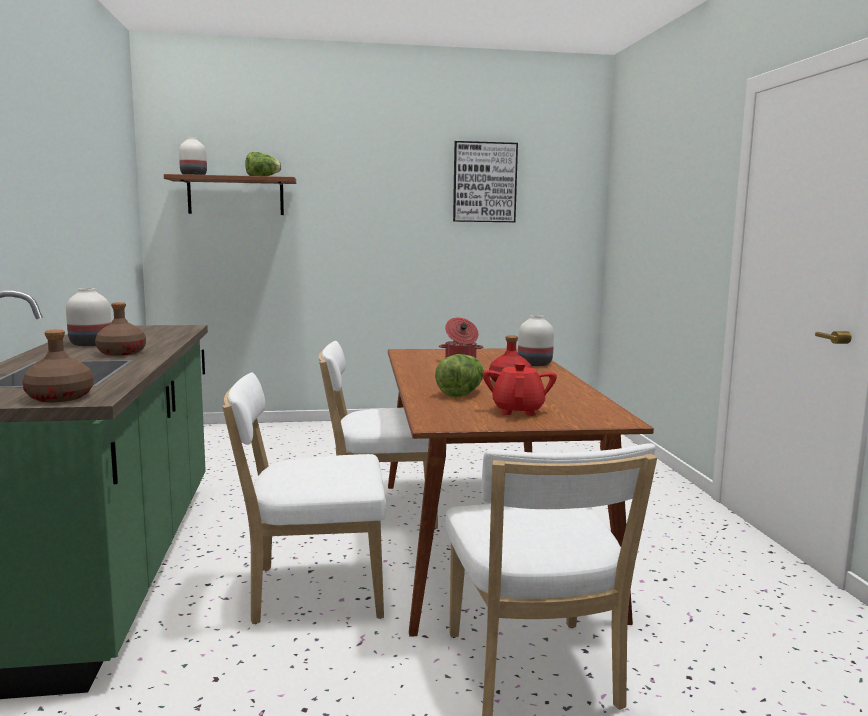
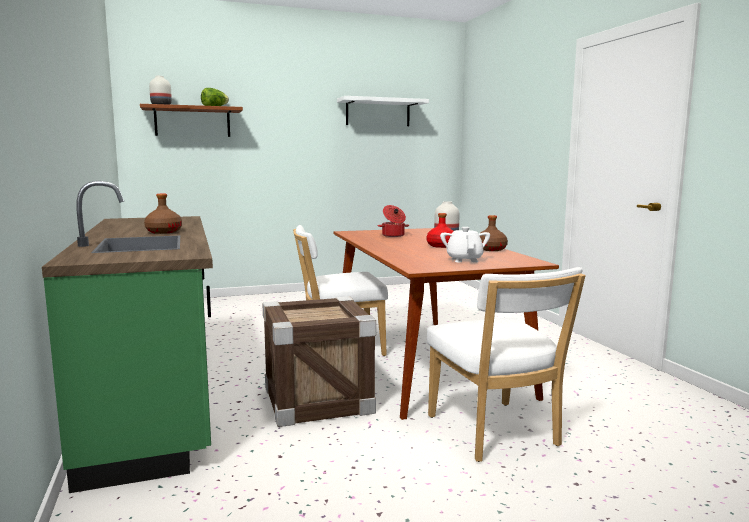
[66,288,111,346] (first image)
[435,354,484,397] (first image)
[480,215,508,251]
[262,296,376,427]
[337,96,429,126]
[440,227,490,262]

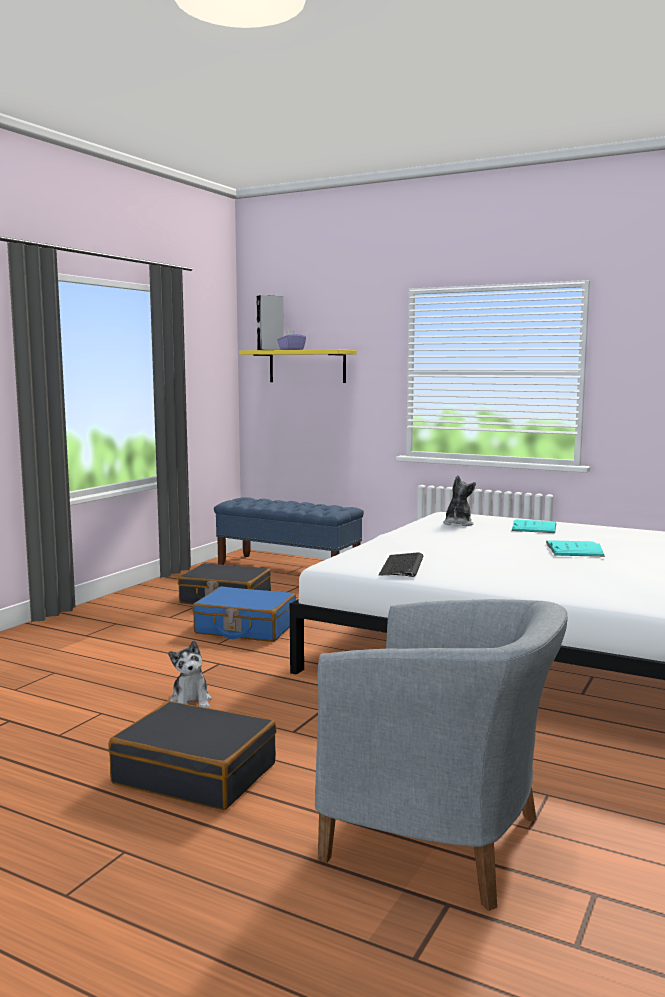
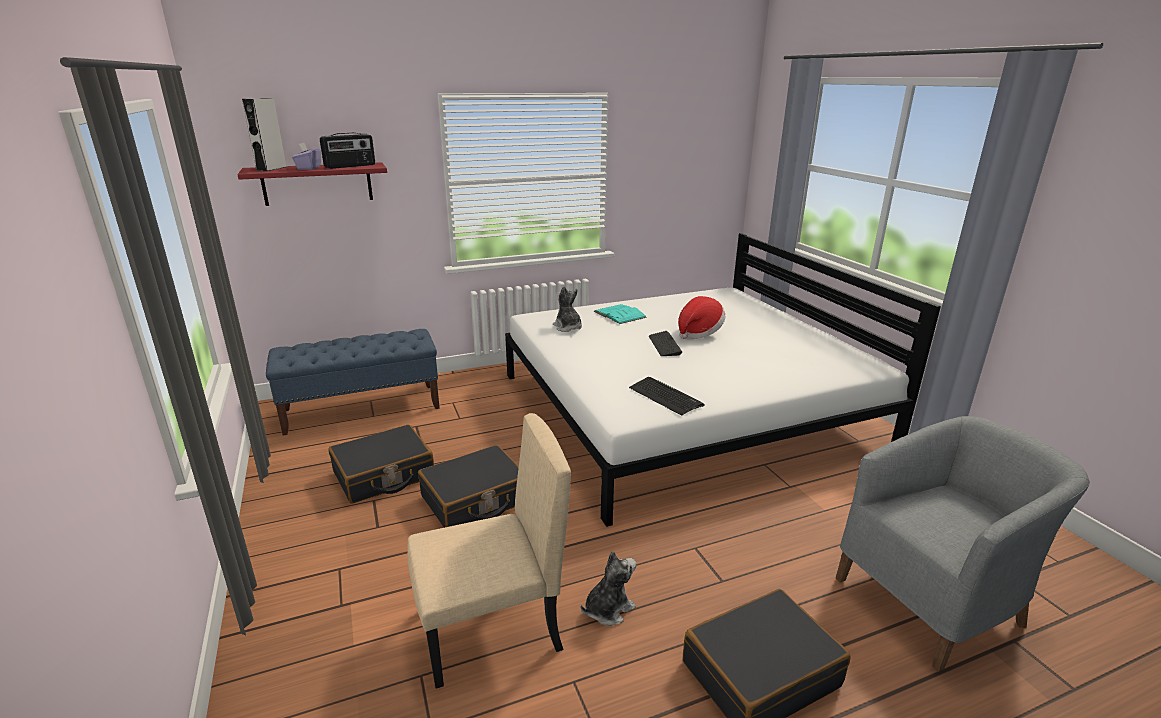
[320,133,375,169]
[407,413,571,689]
[649,331,682,356]
[678,296,725,339]
[418,445,519,528]
[237,162,387,206]
[581,551,636,626]

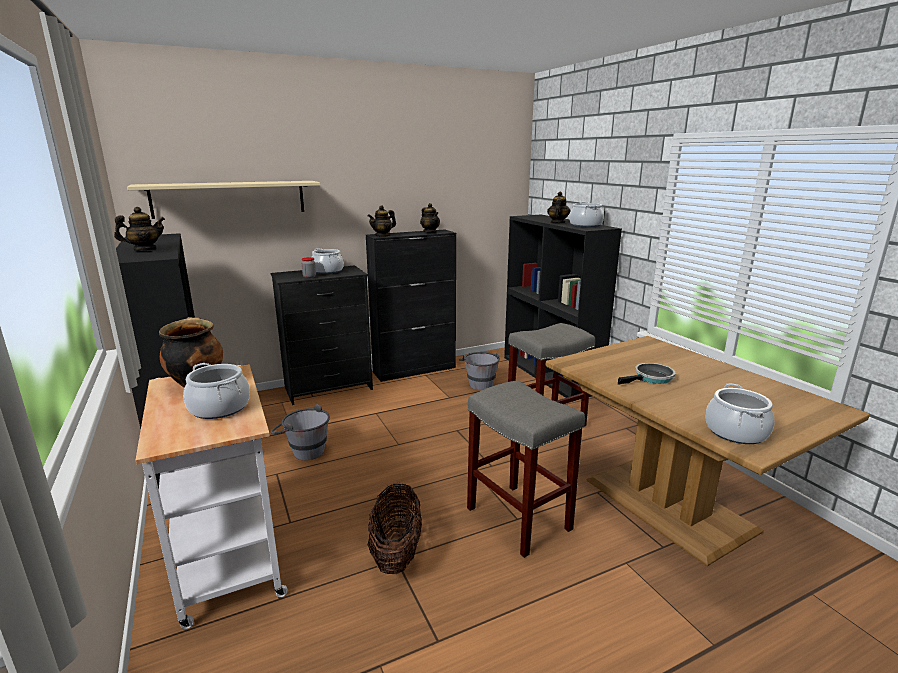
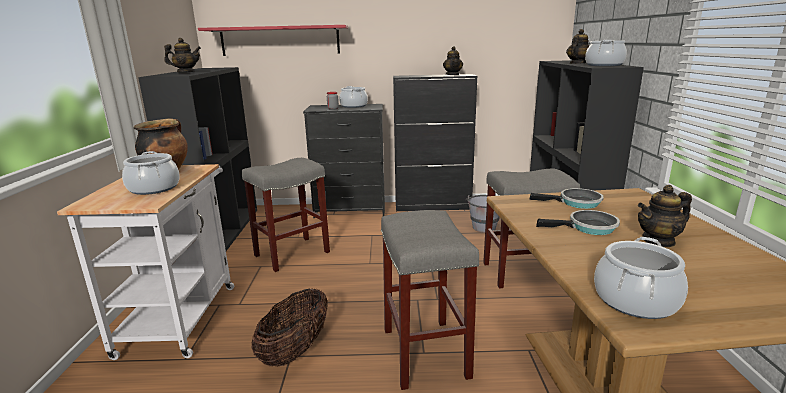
[529,188,604,209]
[638,185,692,247]
[242,158,330,272]
[198,25,348,56]

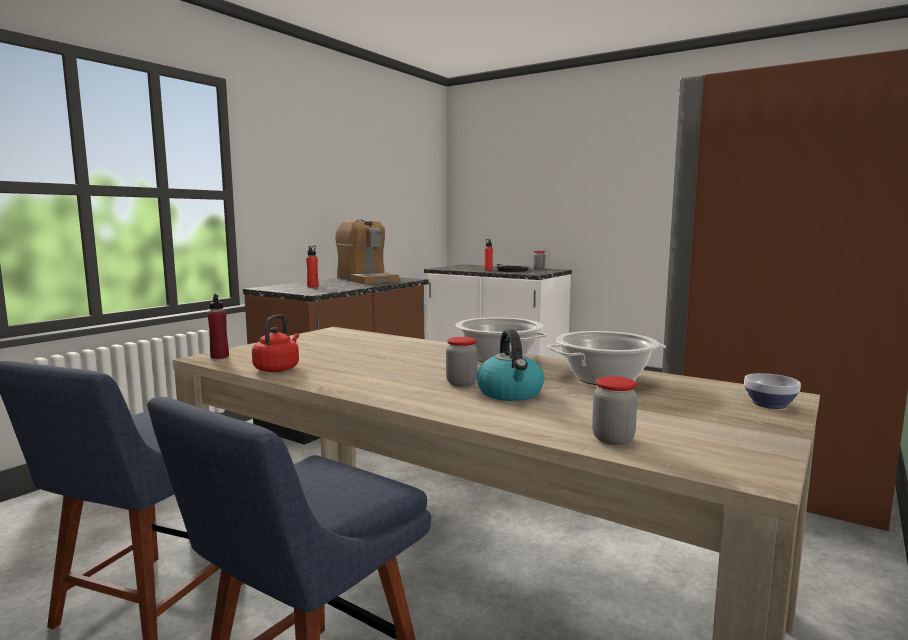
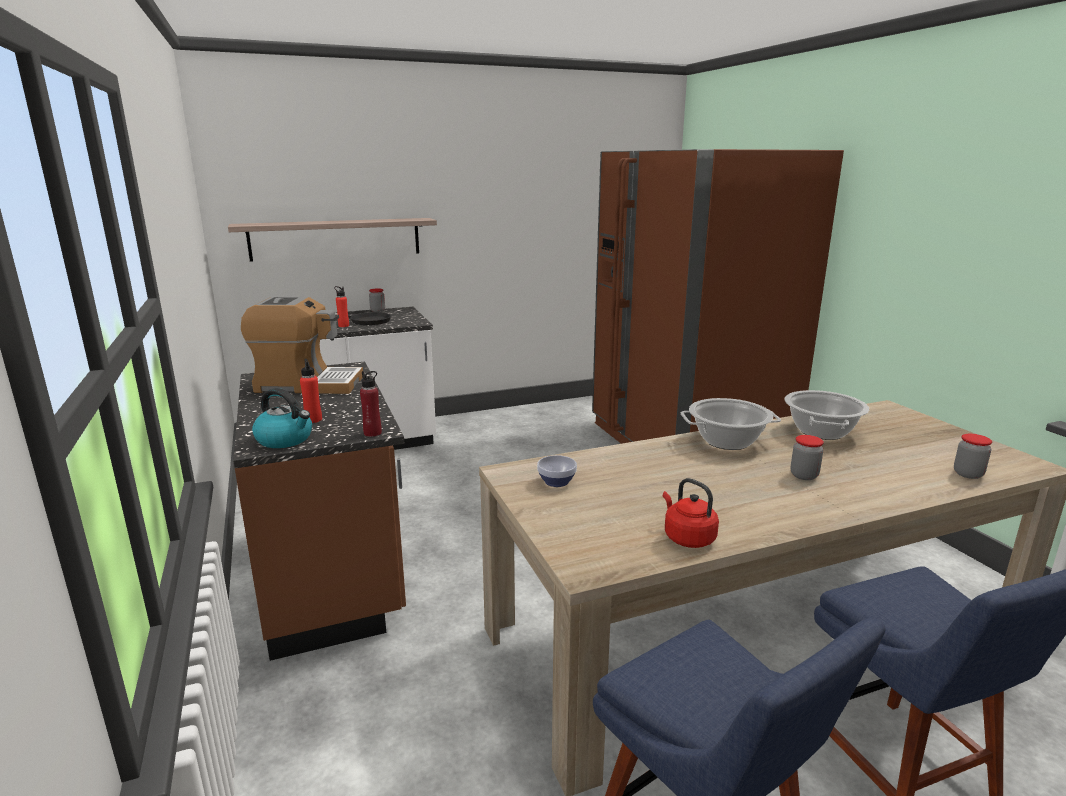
[228,218,437,262]
[360,371,382,437]
[252,388,312,448]
[537,455,577,487]

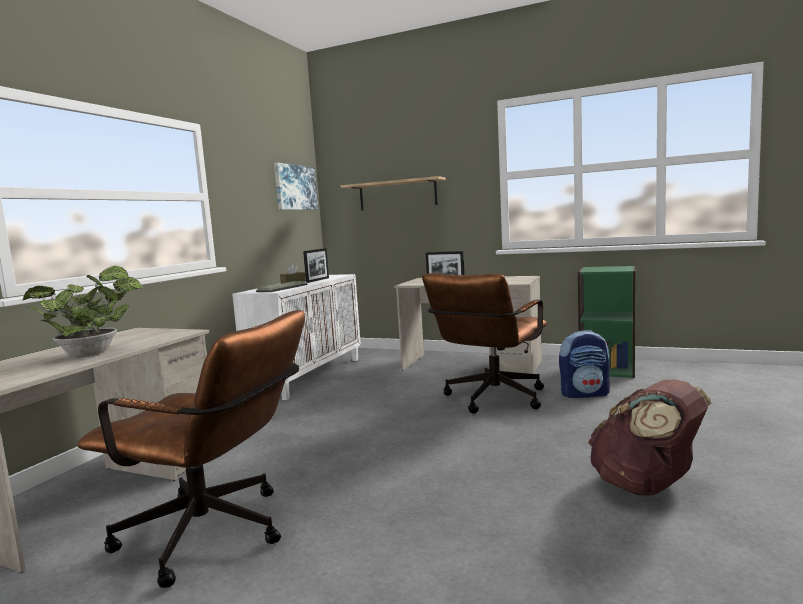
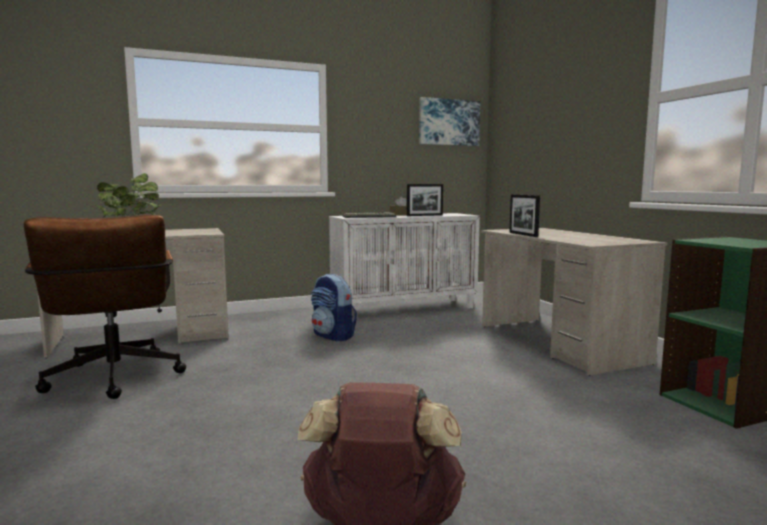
[341,176,446,210] (first image)
[422,273,547,414] (first image)
[311,274,357,342]

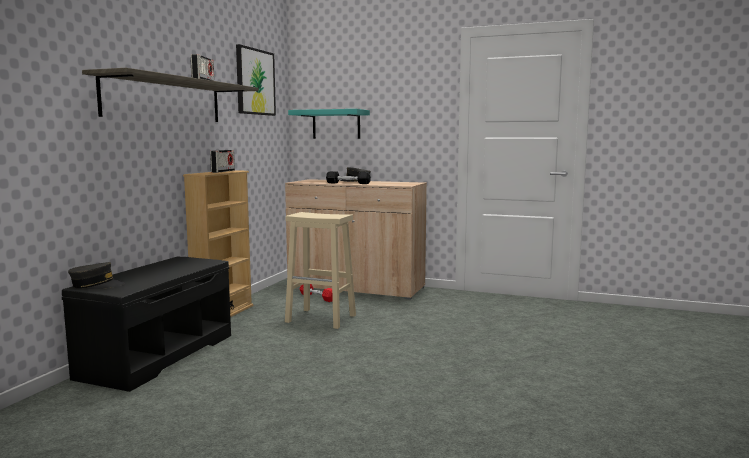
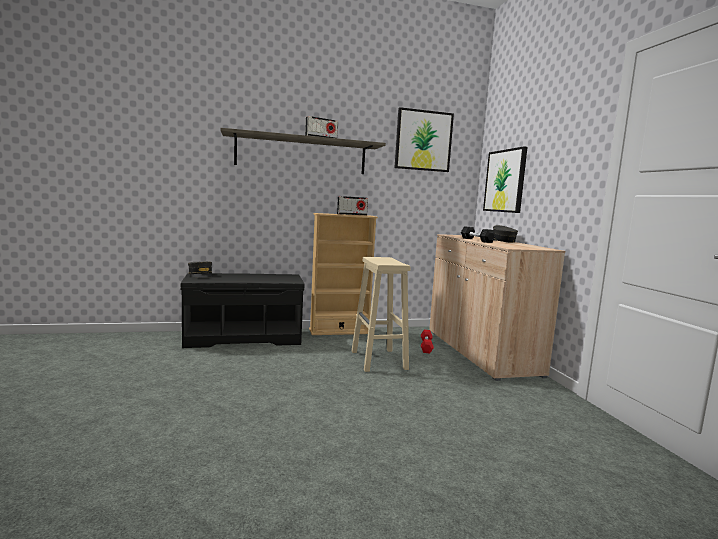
[483,146,527,213]

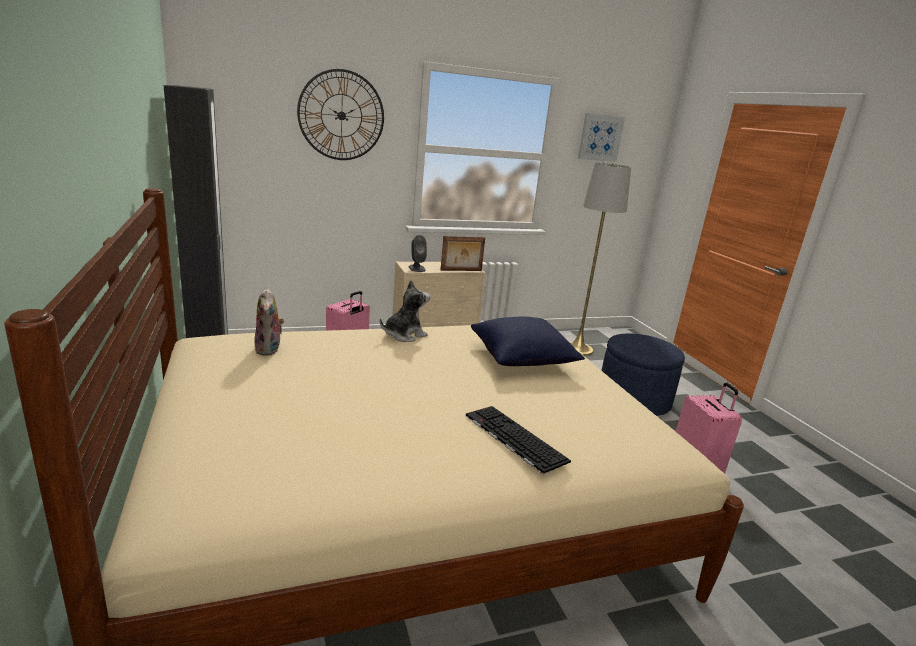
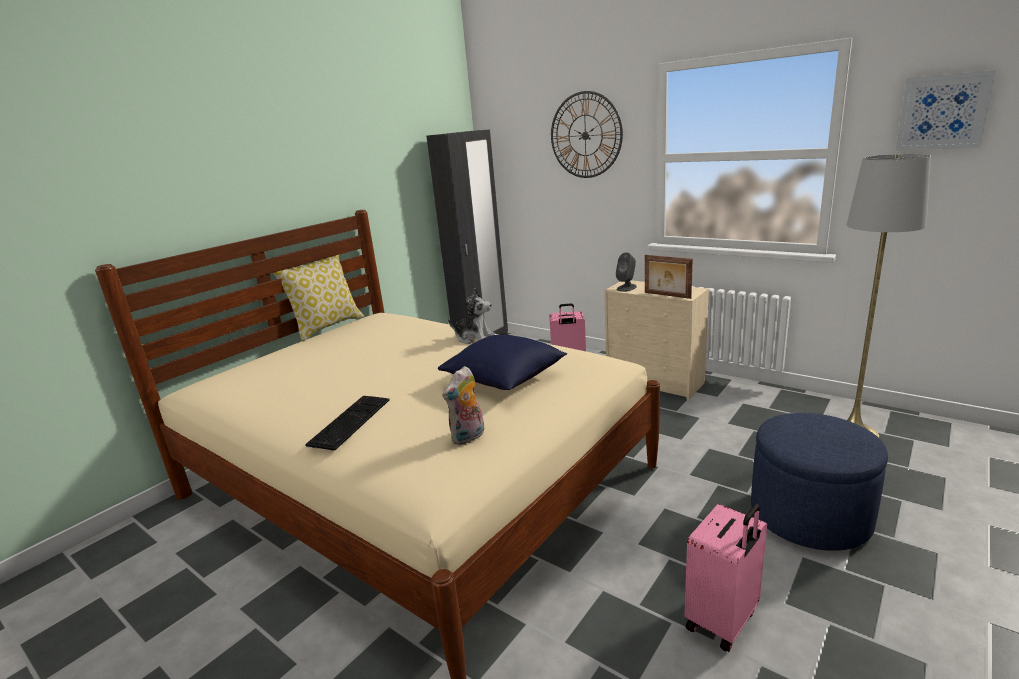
[273,255,364,341]
[442,366,484,445]

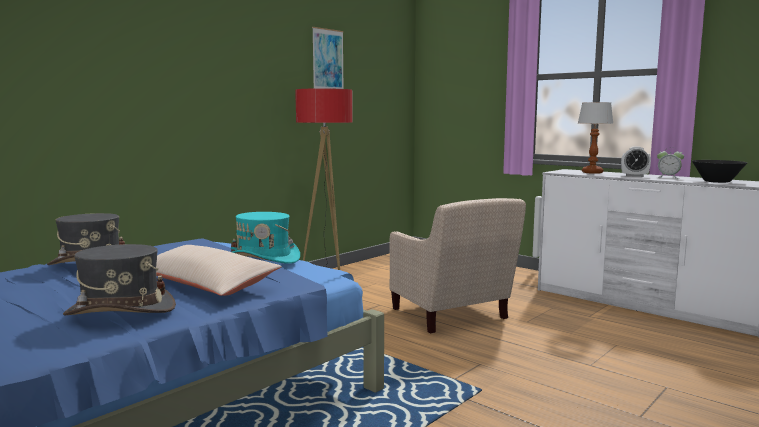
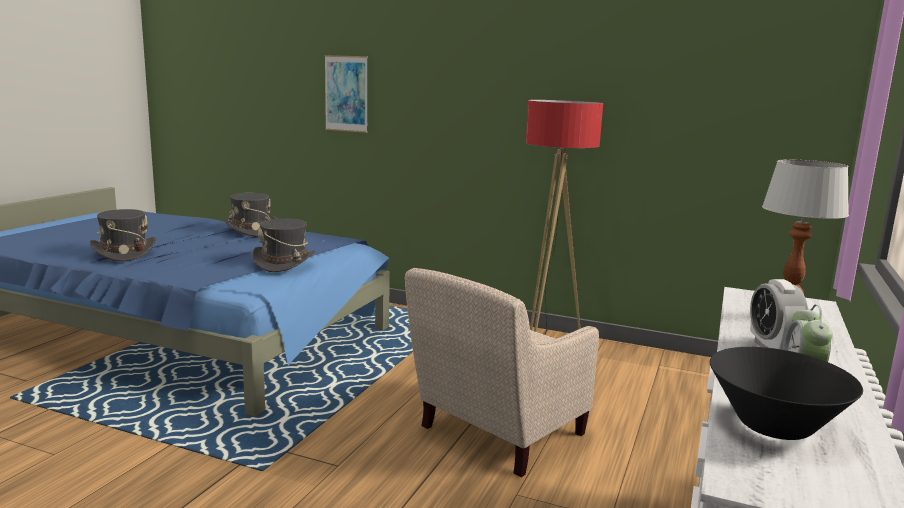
[156,245,282,296] (first image)
[324,55,368,133]
[252,219,315,272]

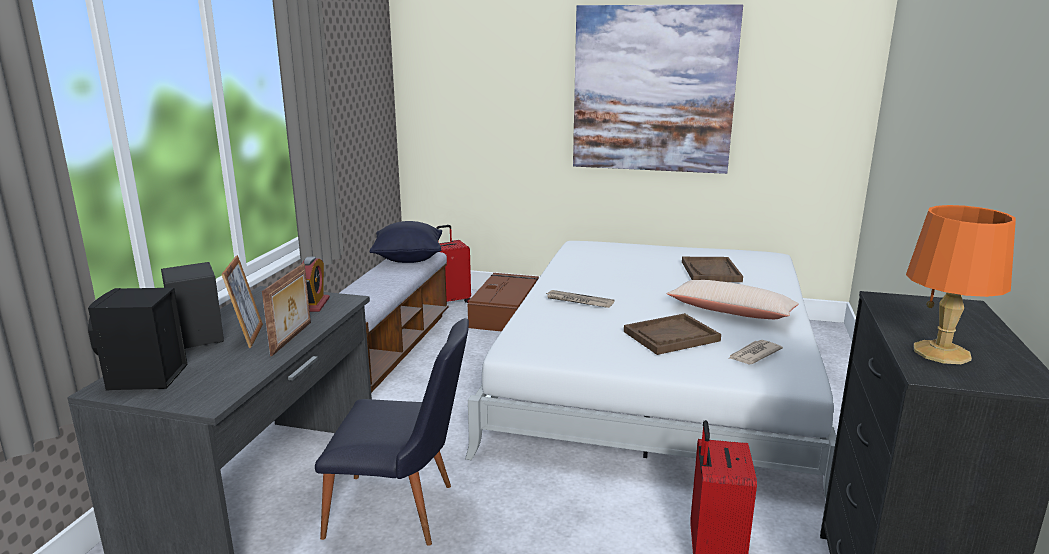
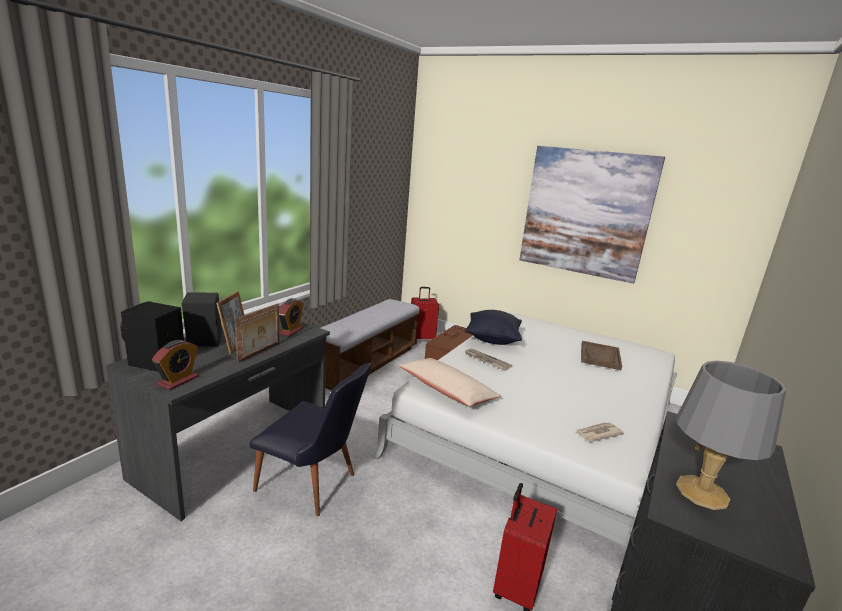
[624,313,721,355] (first image)
[152,340,199,390]
[465,310,522,345]
[398,358,501,406]
[676,361,786,510]

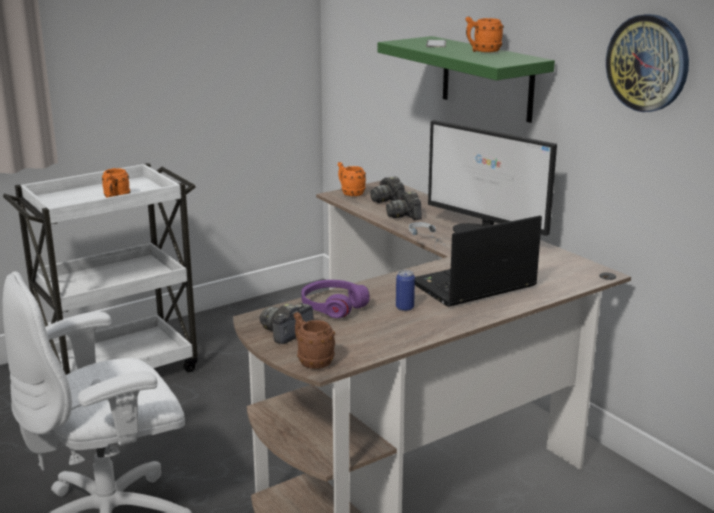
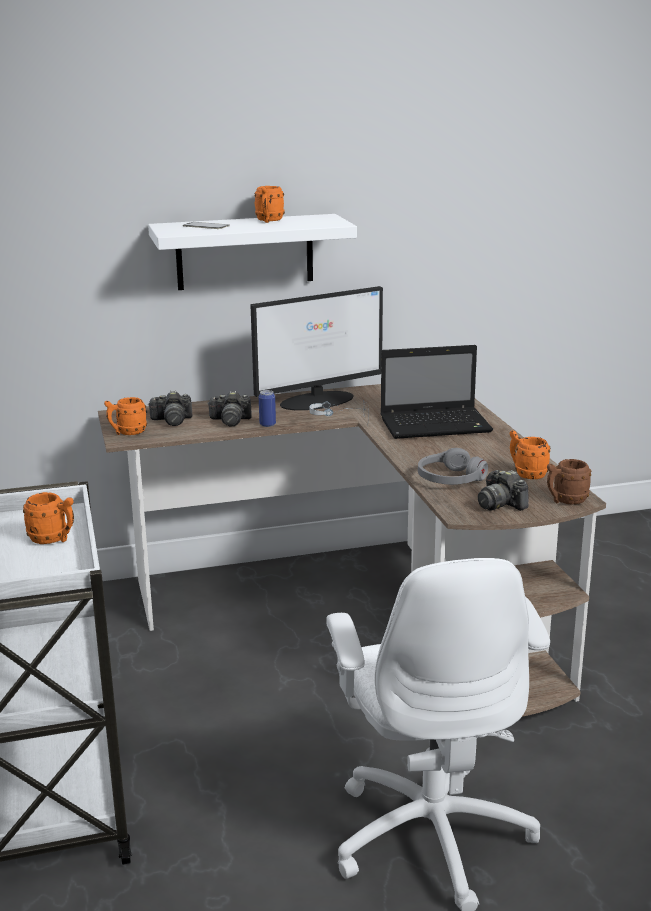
[606,14,689,112] (first image)
[510,430,550,479]
[259,390,276,427]
[418,448,488,485]
[148,214,357,290]
[380,345,493,439]

